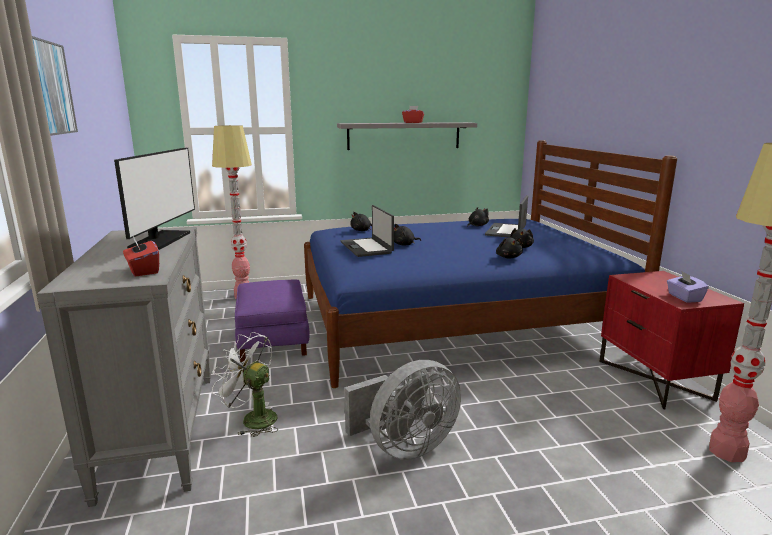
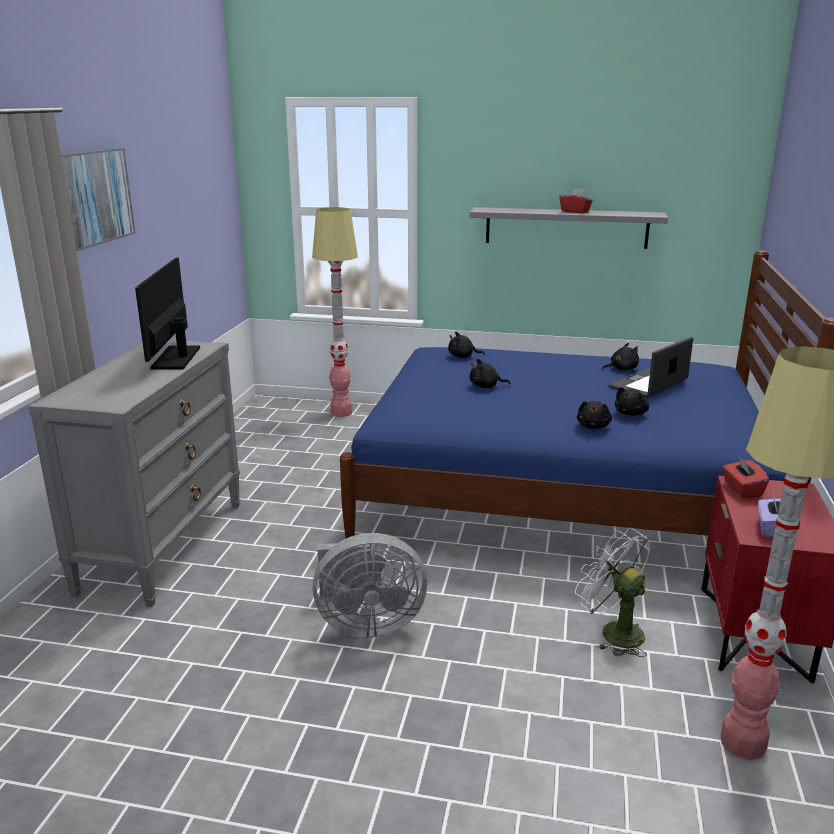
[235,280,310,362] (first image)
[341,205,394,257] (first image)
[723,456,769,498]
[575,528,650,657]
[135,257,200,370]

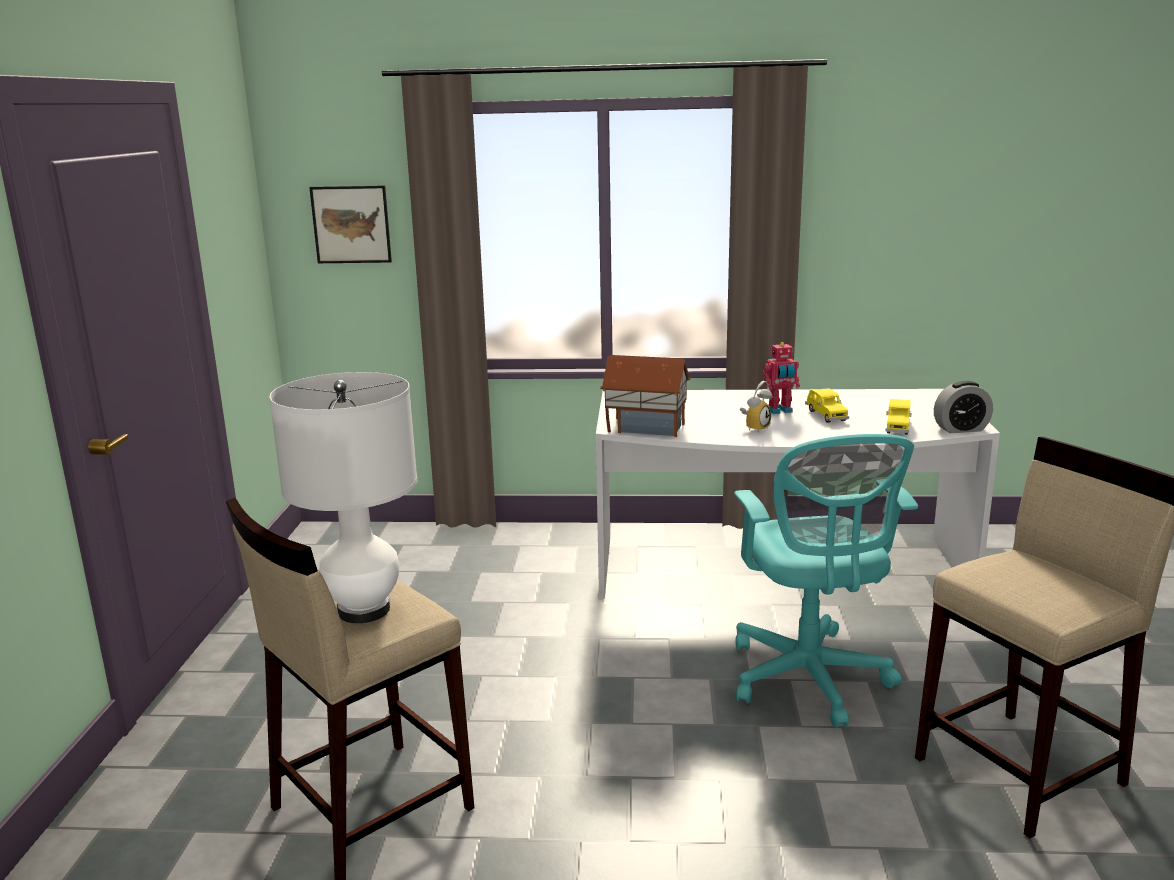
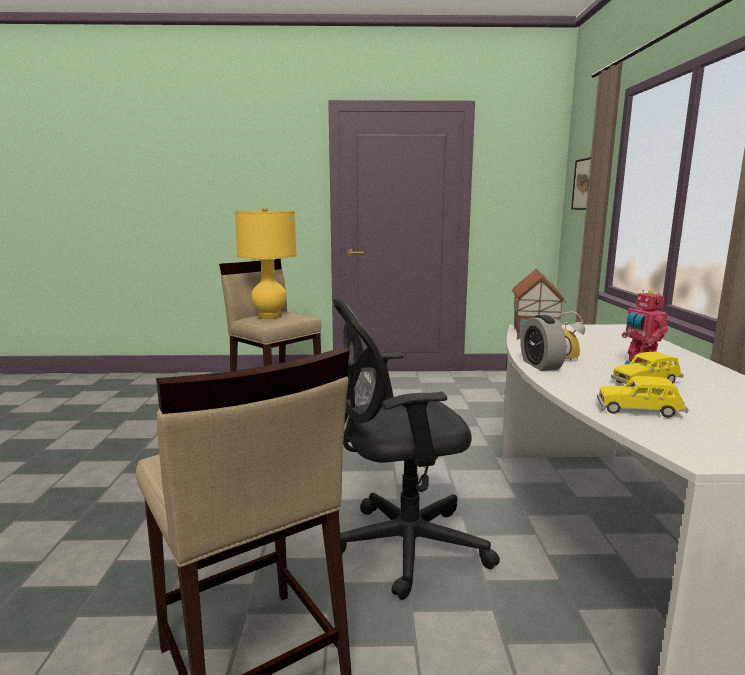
[521,315,566,371]
[235,207,297,319]
[333,298,500,600]

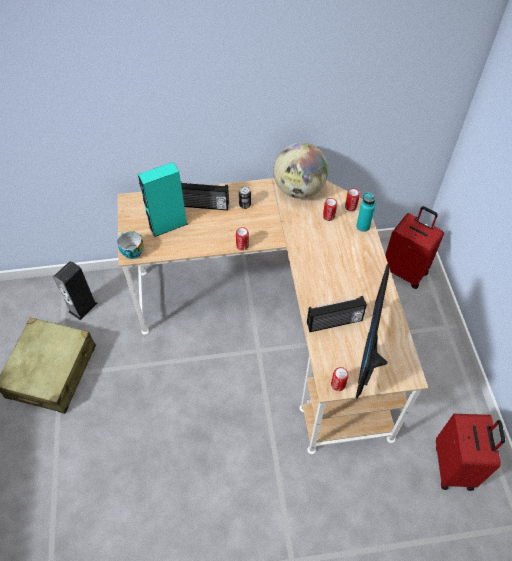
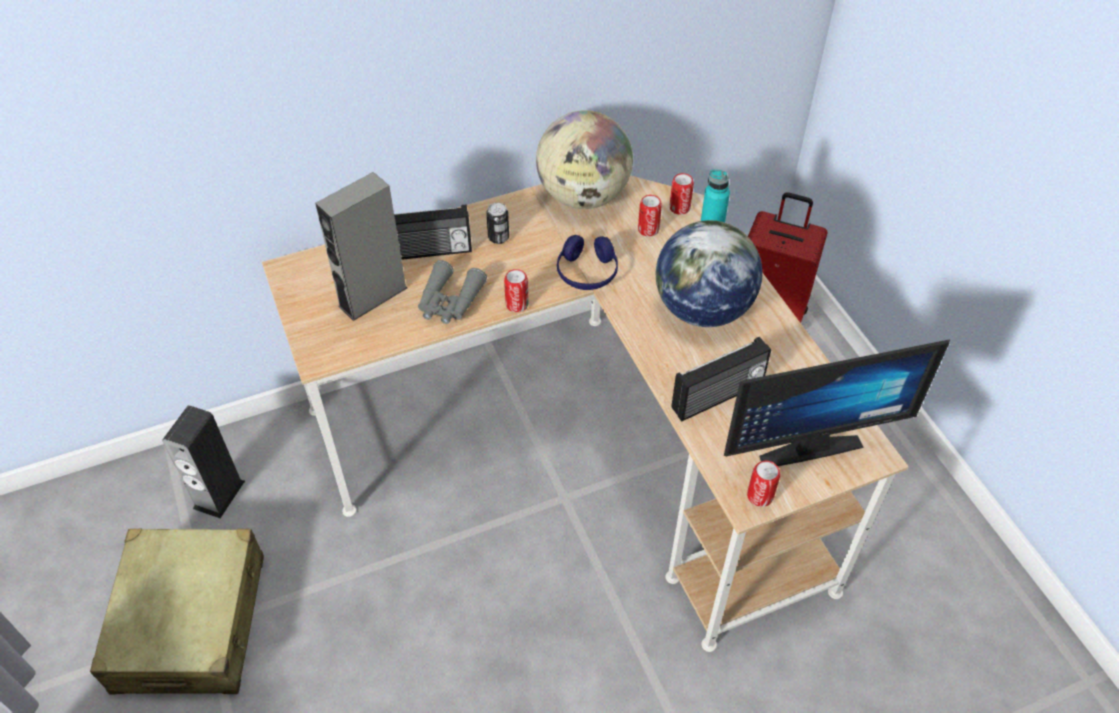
[118,231,144,259] (first image)
[436,414,505,491] (first image)
[418,260,487,324]
[557,235,618,290]
[656,220,763,327]
[315,172,407,321]
[724,339,950,466]

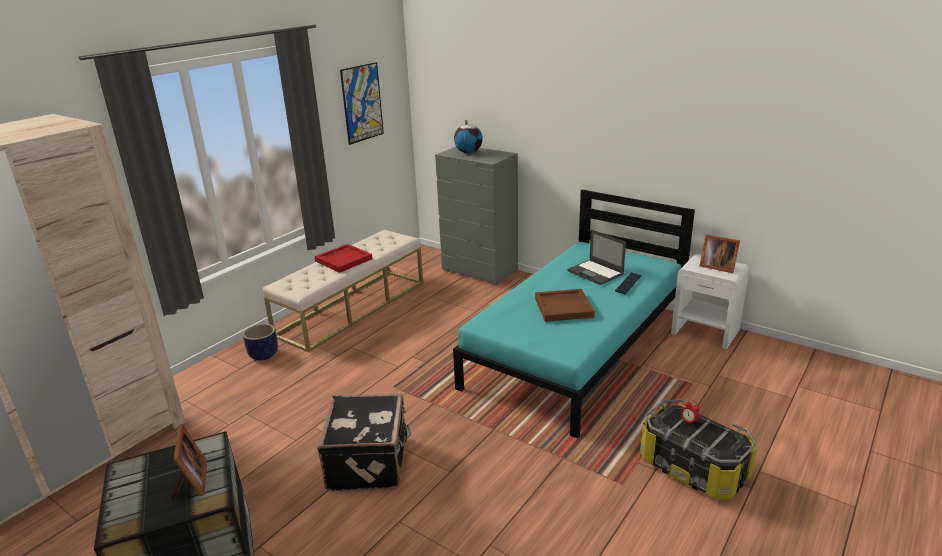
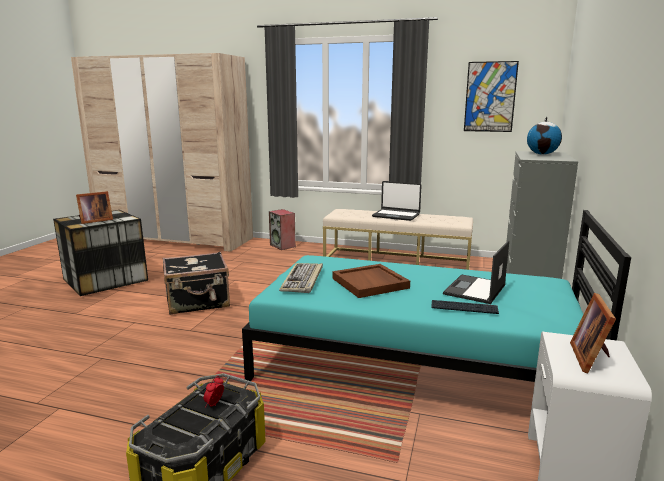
[243,324,278,360] (first image)
[269,209,296,250]
[279,263,323,293]
[372,181,422,221]

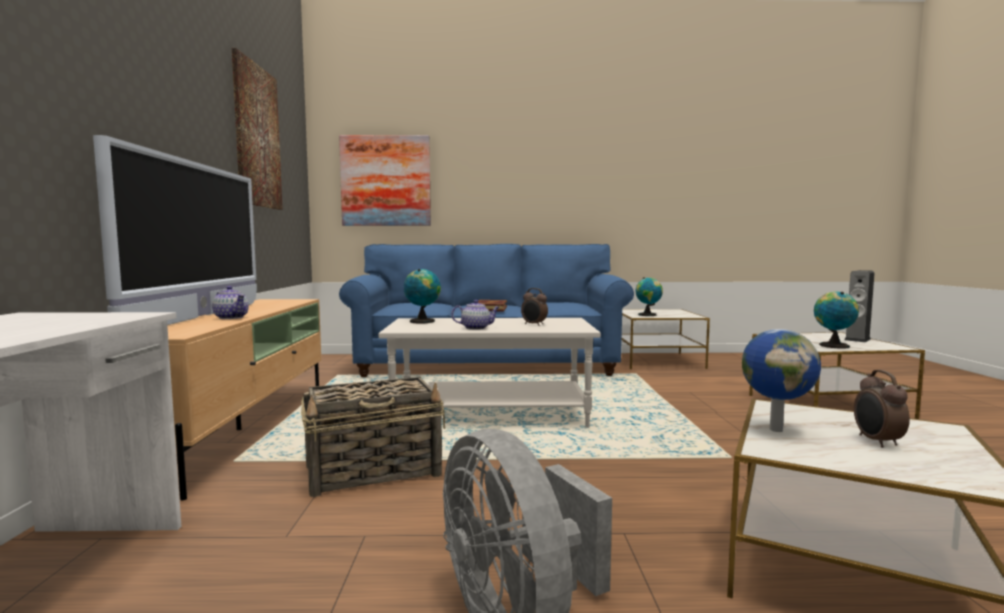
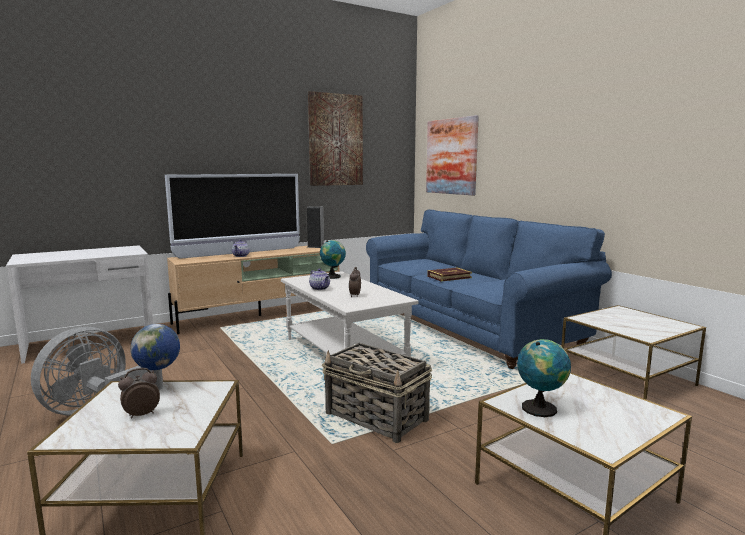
[636,277,663,316] (first image)
[322,343,432,443]
[307,206,324,248]

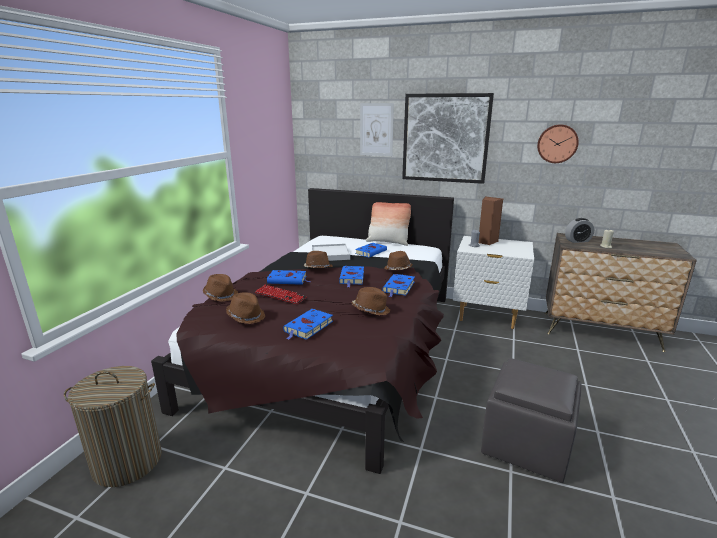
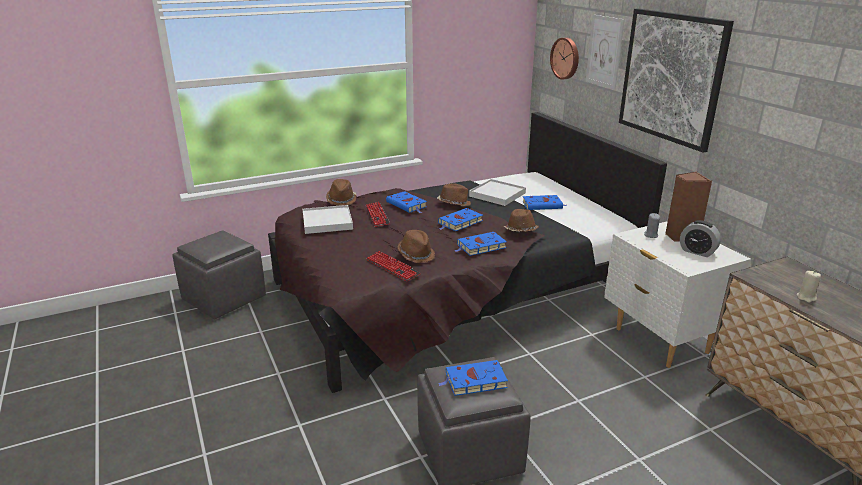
[366,202,411,246] (first image)
[366,251,421,282]
[438,360,508,396]
[550,37,579,80]
[680,220,721,257]
[172,230,266,319]
[303,205,353,234]

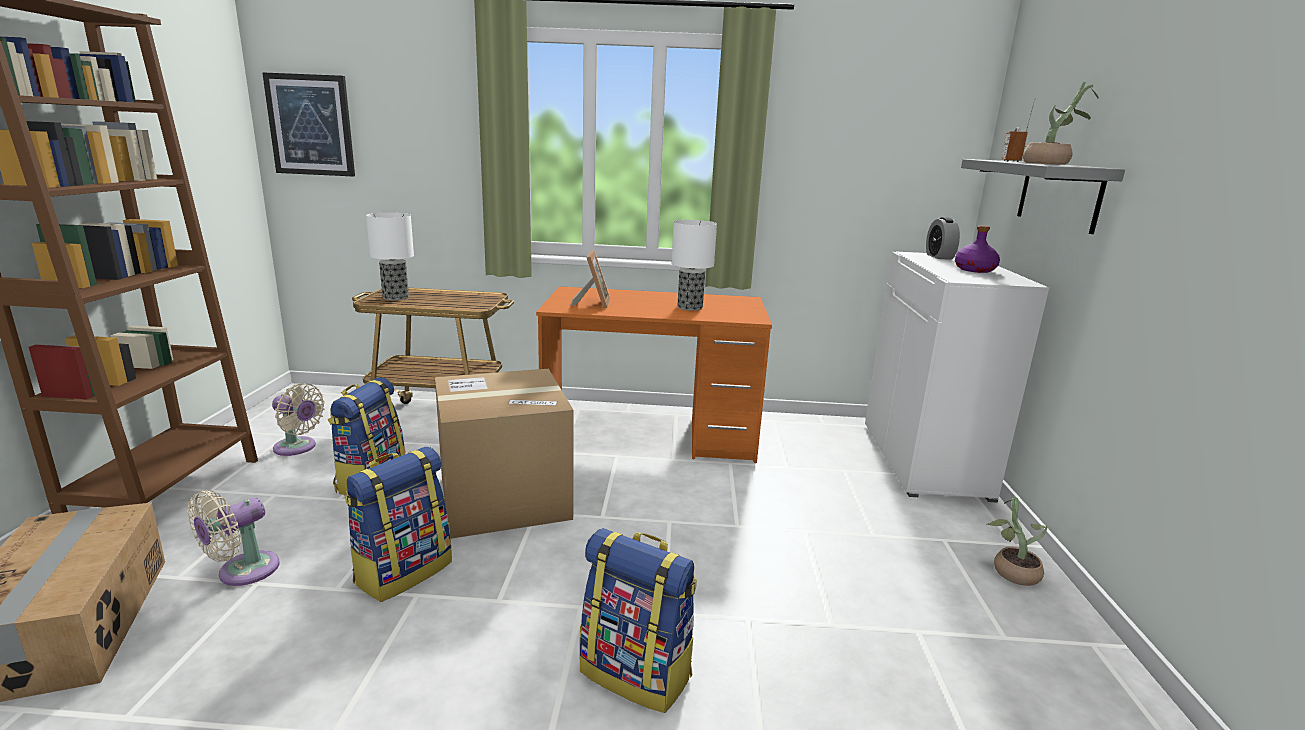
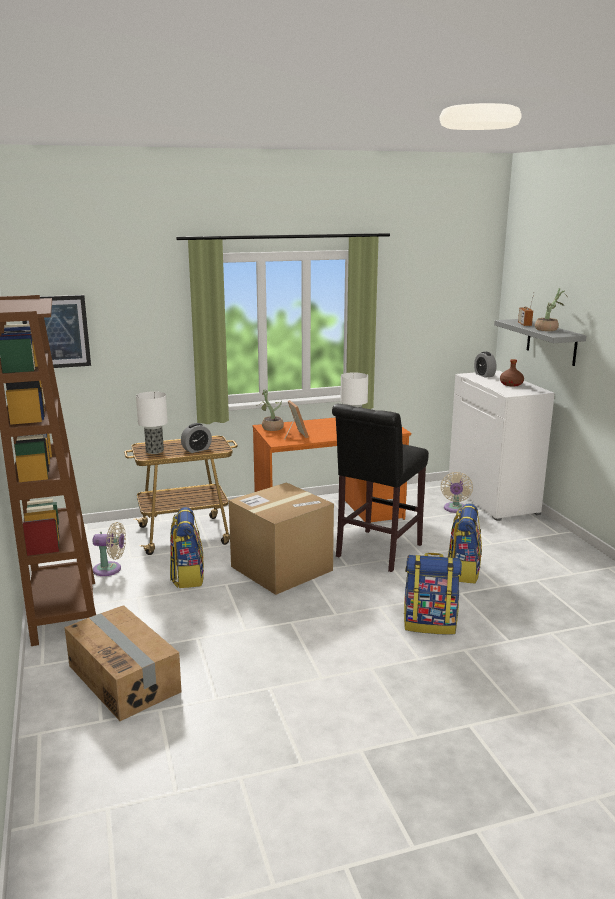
[181,423,212,453]
[332,404,429,572]
[441,472,473,513]
[448,503,482,583]
[256,389,284,431]
[500,359,524,386]

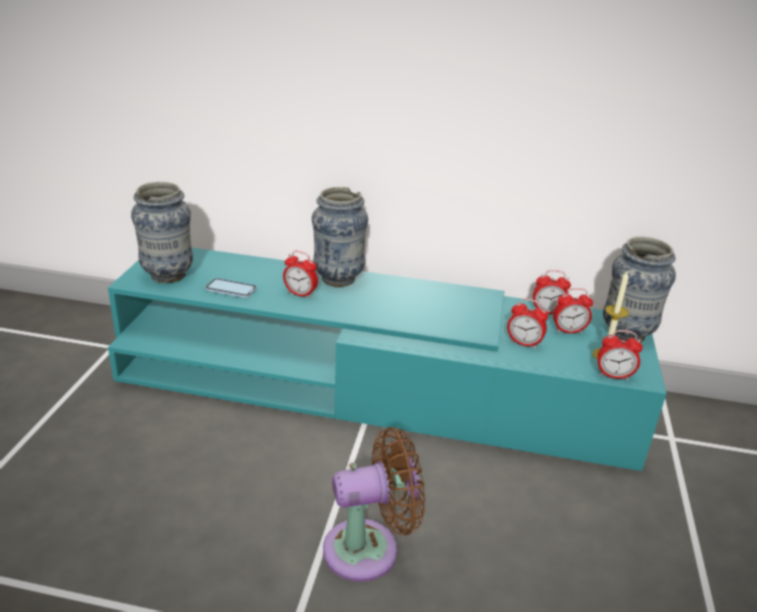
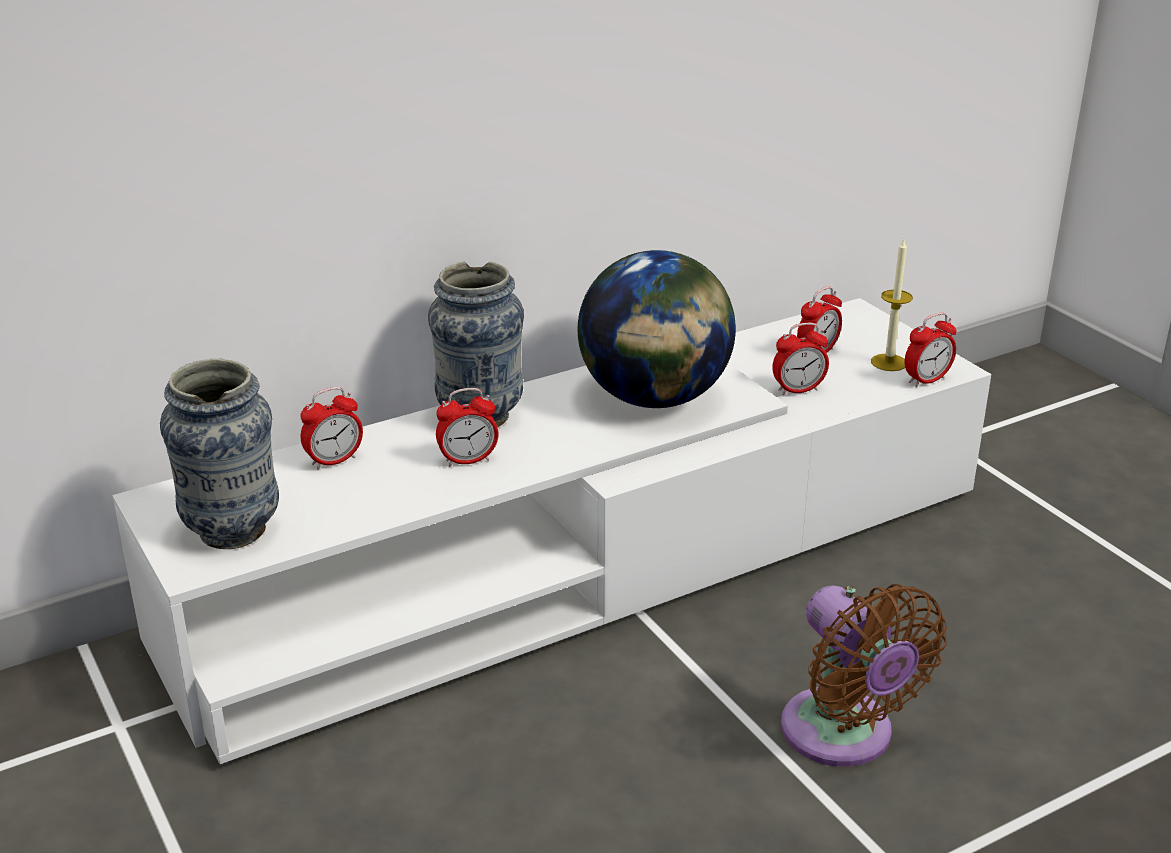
[205,278,257,298] (first image)
[603,237,676,342] (first image)
[577,250,736,408]
[300,387,363,470]
[113,298,991,764]
[781,584,947,767]

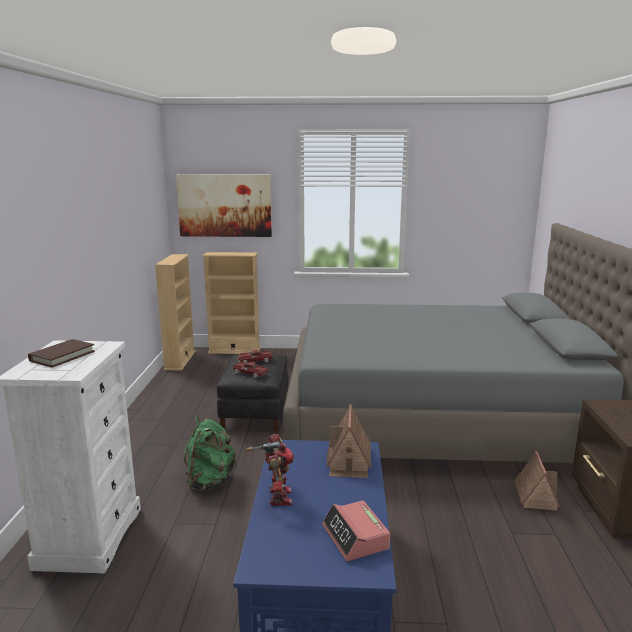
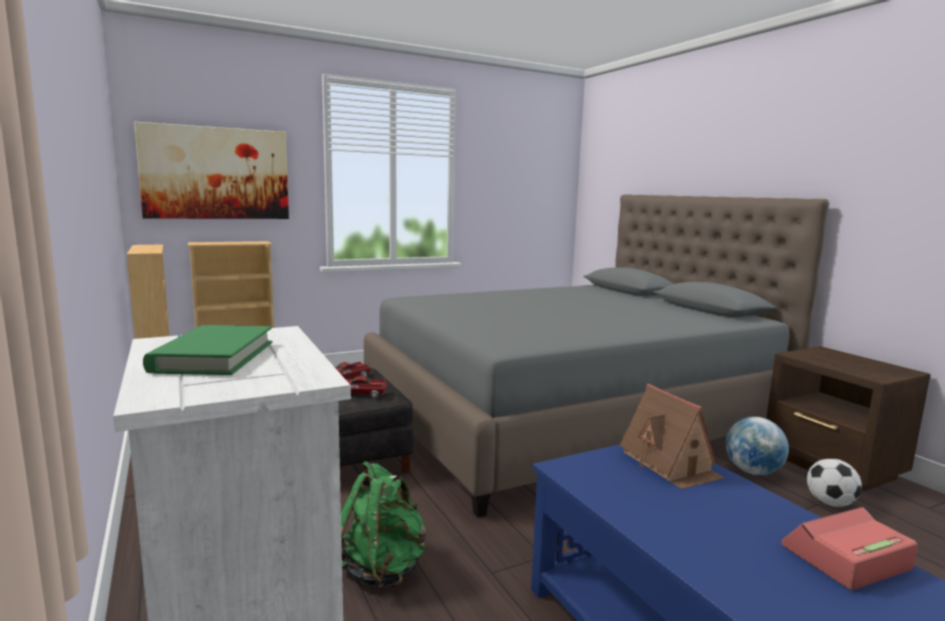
[246,434,294,506] (first image)
[807,458,862,507]
[726,417,789,475]
[143,325,272,375]
[782,507,918,590]

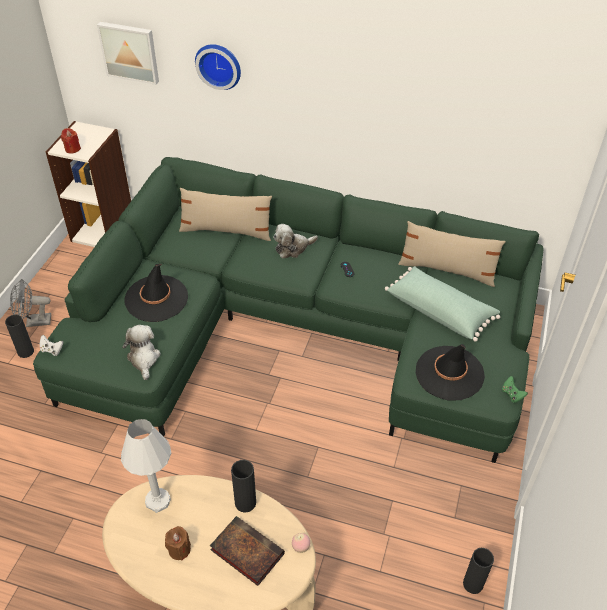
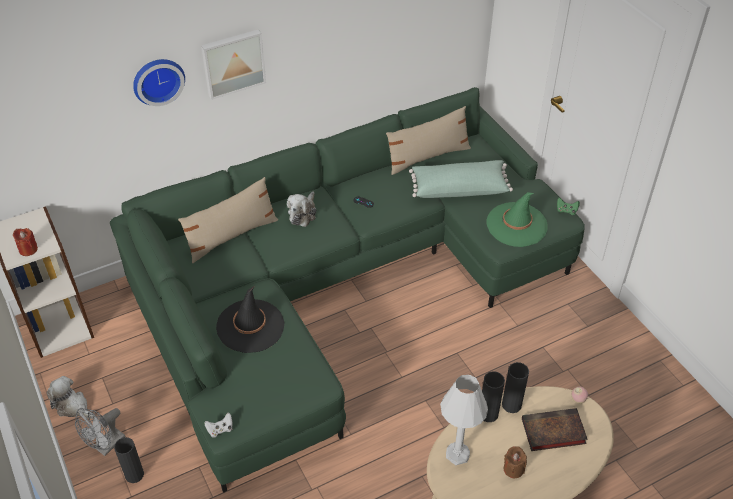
[201,29,266,100]
[47,376,94,419]
[482,371,505,422]
[487,192,548,247]

